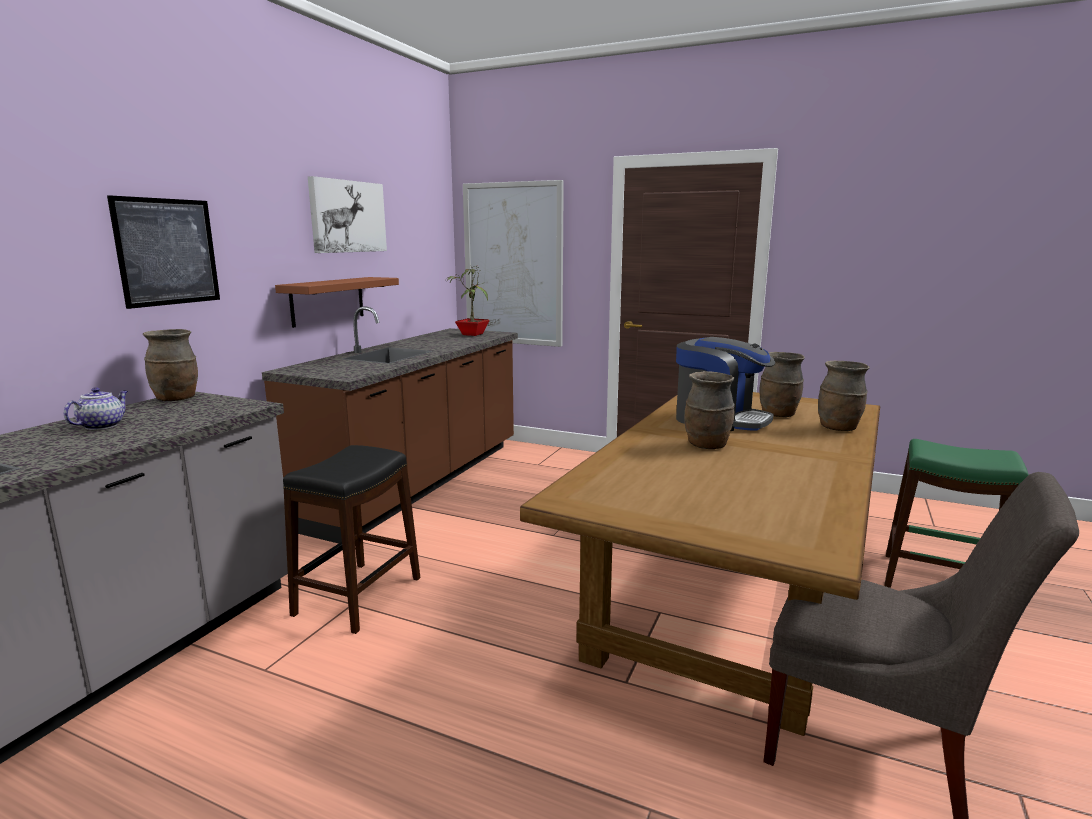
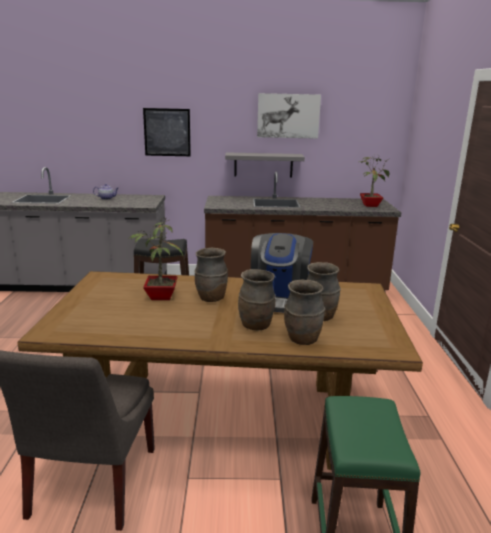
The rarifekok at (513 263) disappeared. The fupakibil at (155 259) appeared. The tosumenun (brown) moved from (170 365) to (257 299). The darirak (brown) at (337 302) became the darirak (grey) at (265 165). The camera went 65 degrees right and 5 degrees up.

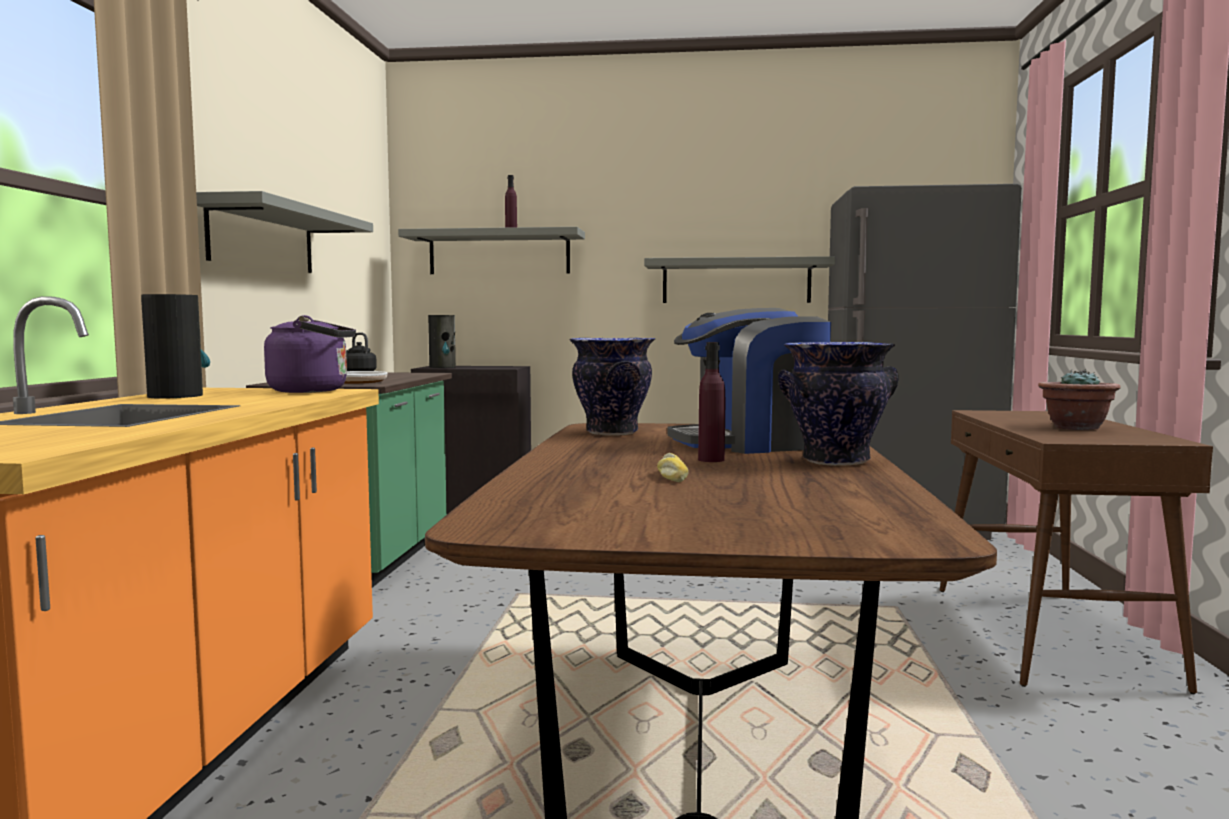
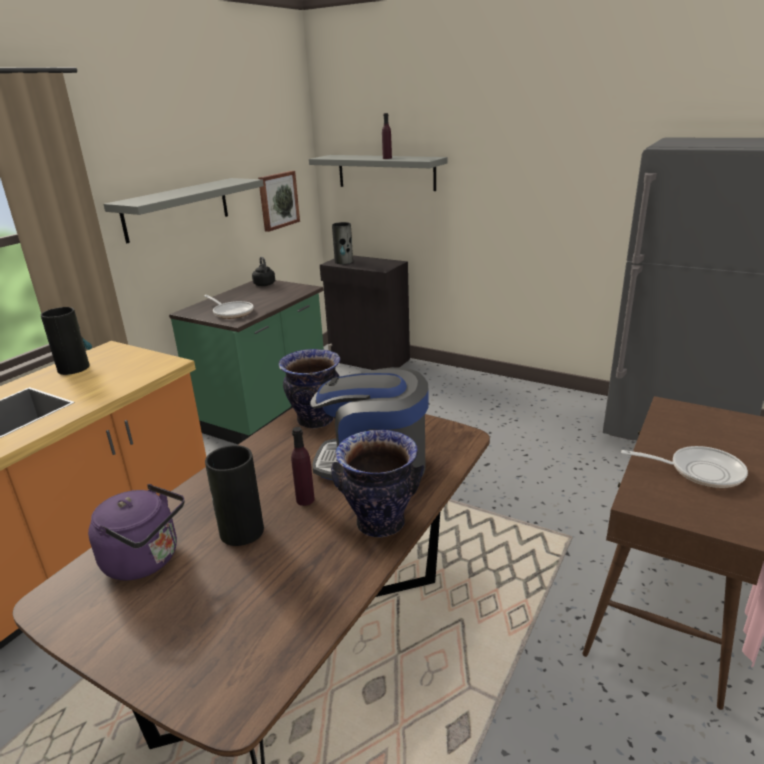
The darirak (grey) at (739 279) disappeared. The rarifekok at (279 201) appeared. The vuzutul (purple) moved from (310 354) to (136 532). The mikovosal at (673 467) was replaced by the tosumenun at (234 495). The fupakibil at (1079 399) was replaced by the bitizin at (684 467). The camera went 25 degrees right and 20 degrees up.

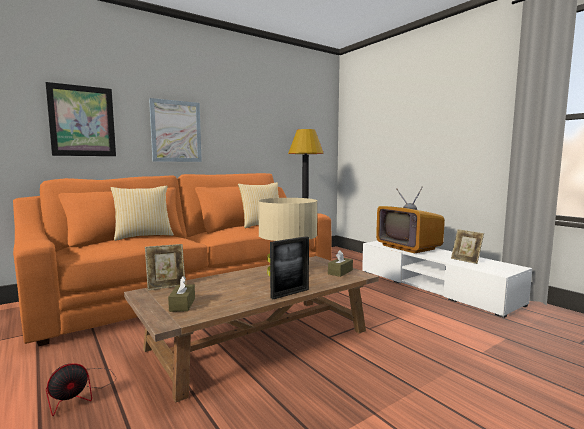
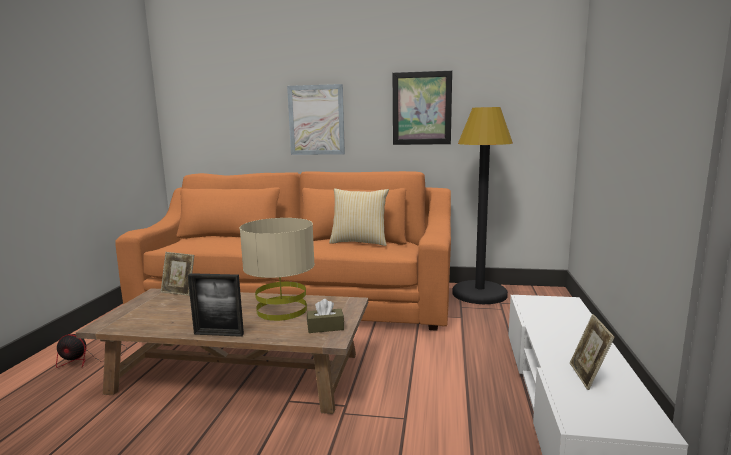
The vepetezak at (142 213) disappeared. The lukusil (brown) at (181 294) disappeared. The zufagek at (410 220) disappeared. The rarifekok moved from (80 119) to (422 108). The camera went 45 degrees right and 5 degrees up.

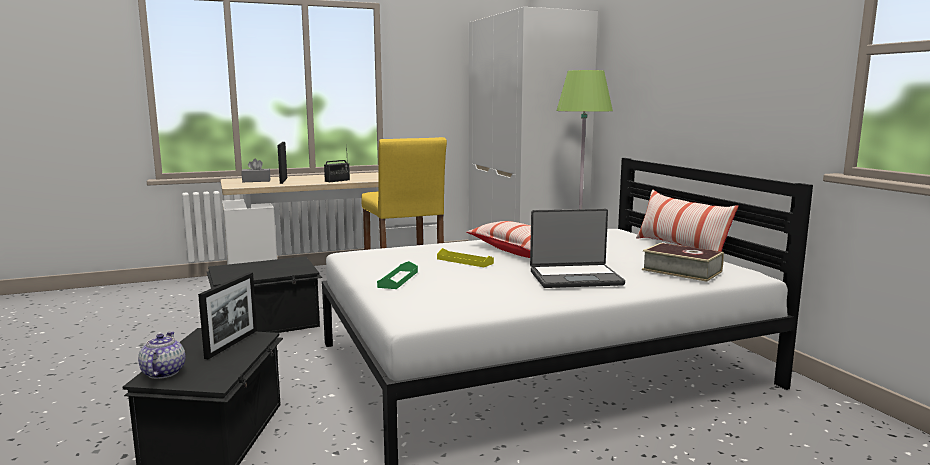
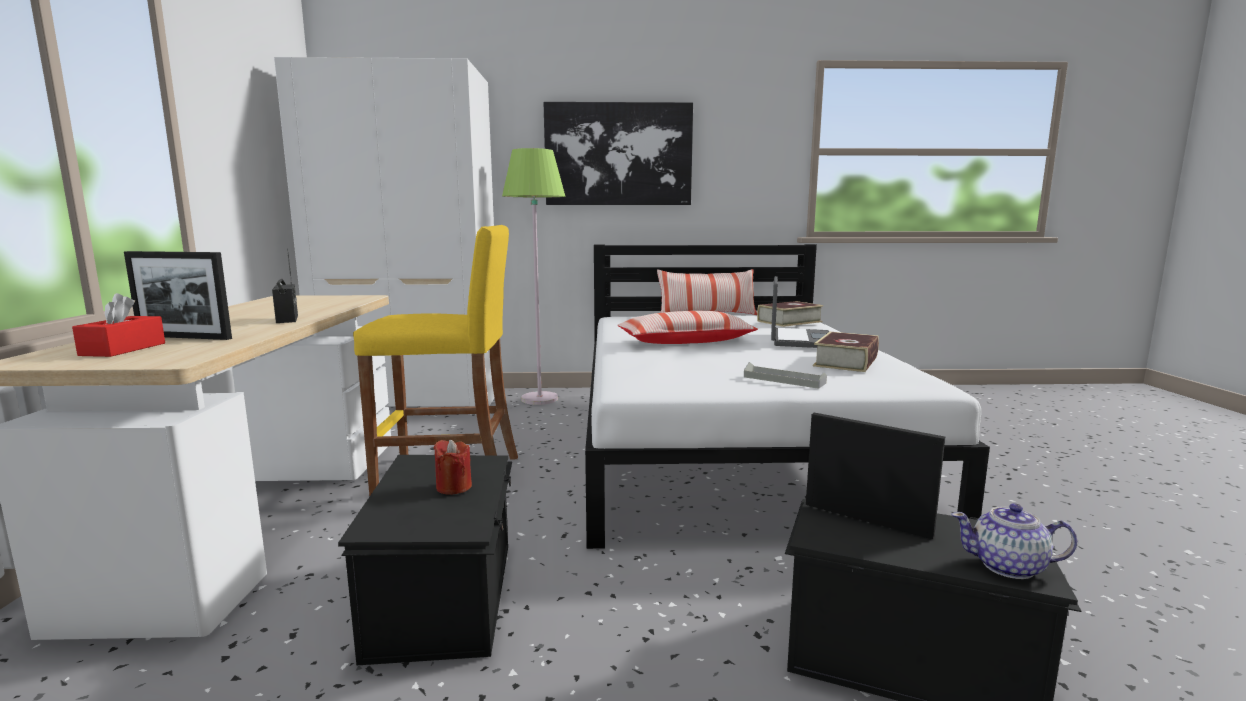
The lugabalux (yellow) at (465 257) disappeared. The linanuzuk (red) at (453 467) appeared. The rarifekok at (618 153) appeared. The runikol at (846 352) appeared. The lukusil (grey) at (256 170) became the lukusil (red) at (118 325). The lugabalux (green) at (397 275) became the lugabalux (grey) at (785 375). The camera went 70 degrees left and 0 degrees up.

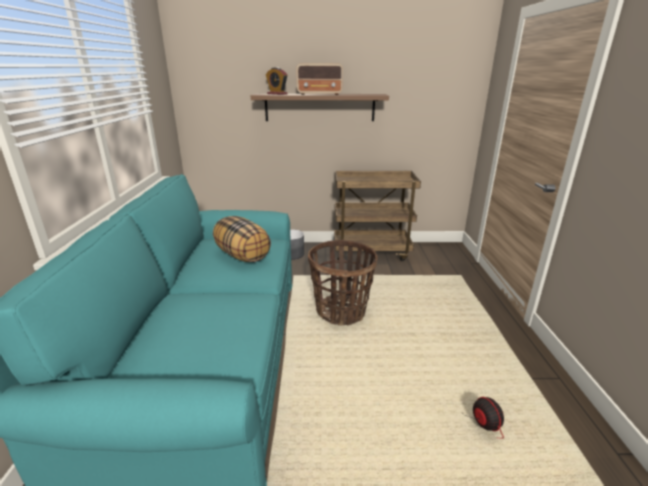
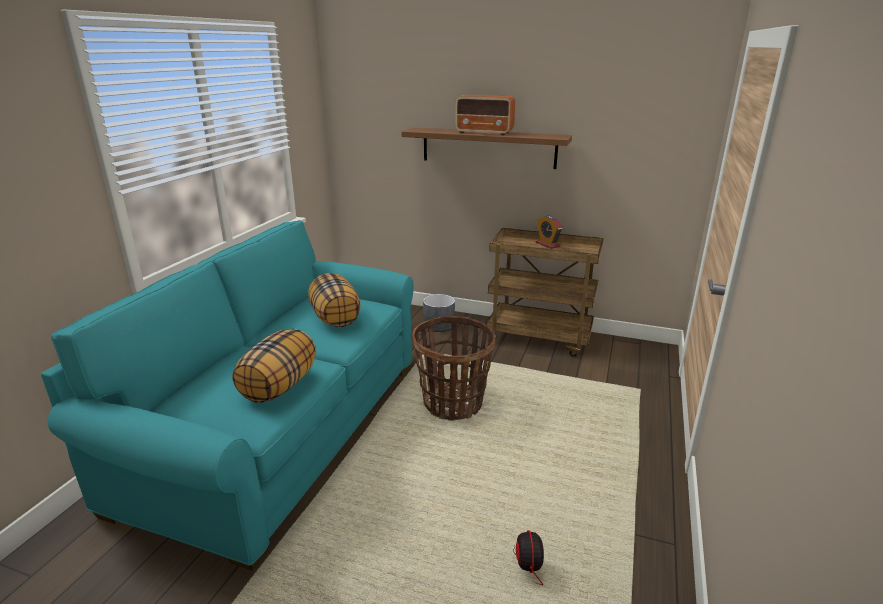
The vepetezak at (274 366) appeared. The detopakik moved from (277 81) to (549 232). The camera went 20 degrees right and 0 degrees up.

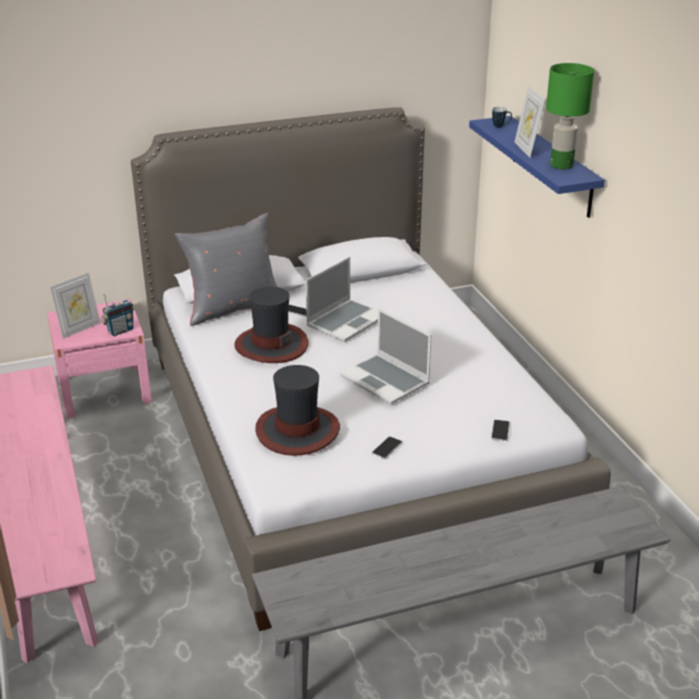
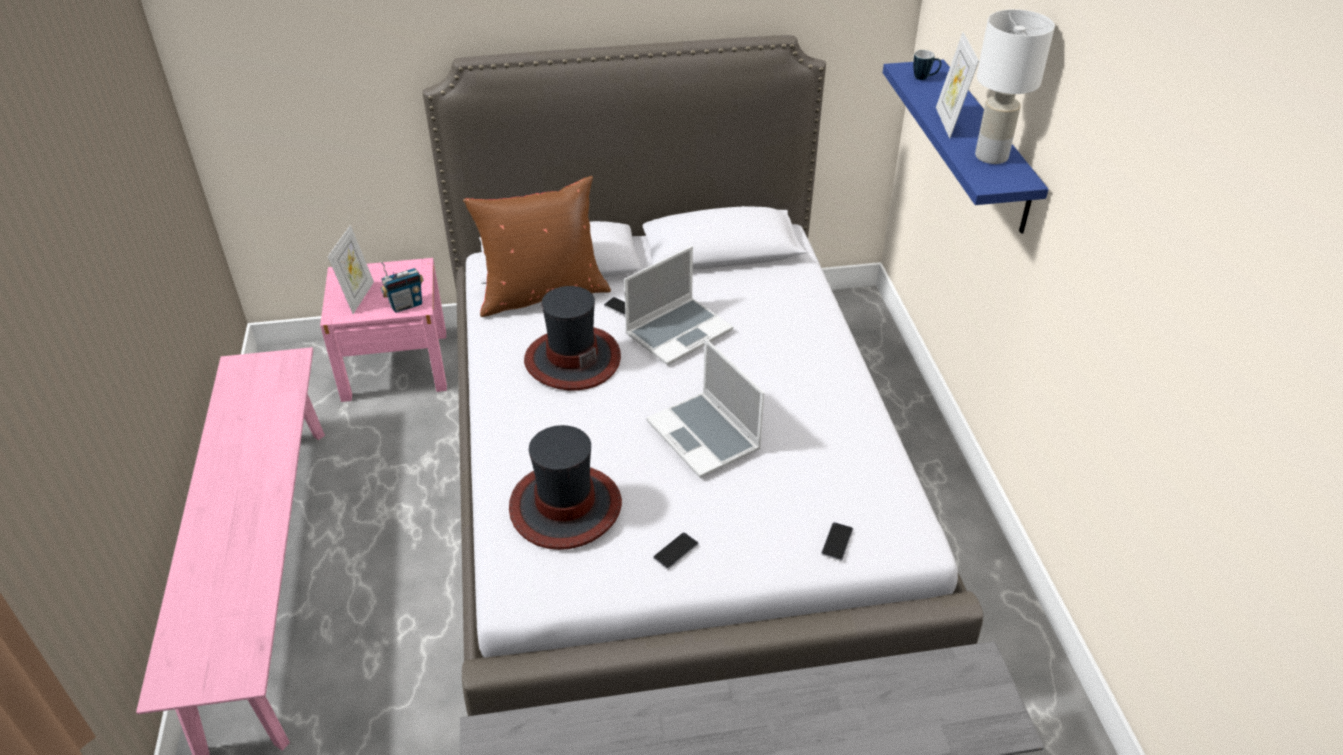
The vepetezak (grey) at (226 269) became the vepetezak (brown) at (537 246). The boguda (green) at (570 116) became the boguda (white) at (1015 86). The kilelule at (75 305) turned 45 degrees counterclockwise. The camera went 10 degrees right and 10 degrees up.

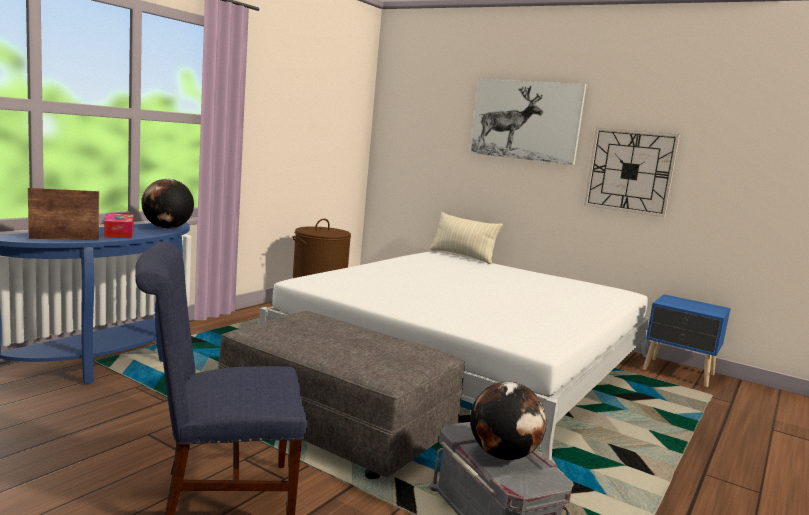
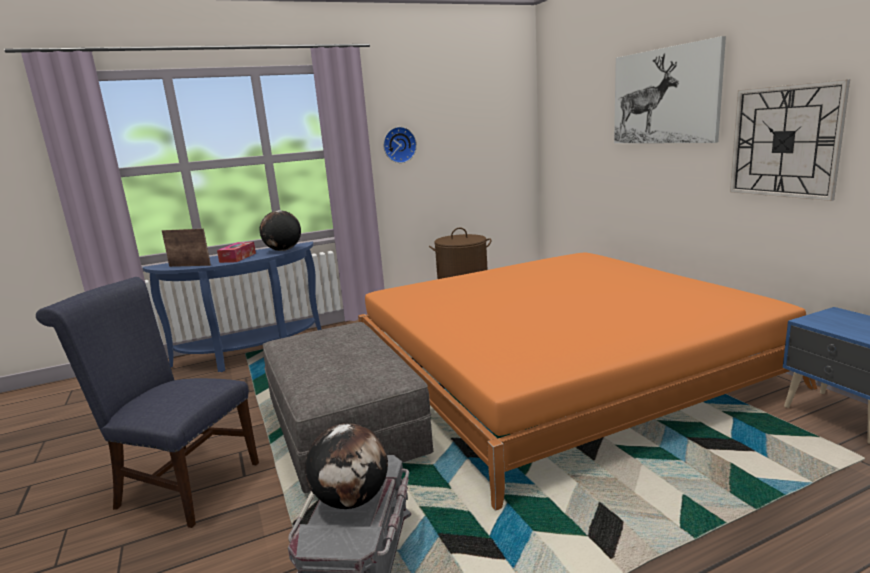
The vepetezak (beige) at (466 238) disappeared. The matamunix at (400 145) appeared. The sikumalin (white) at (454 356) became the sikumalin (orange) at (587 381). The camera went 35 degrees right and 5 degrees up.

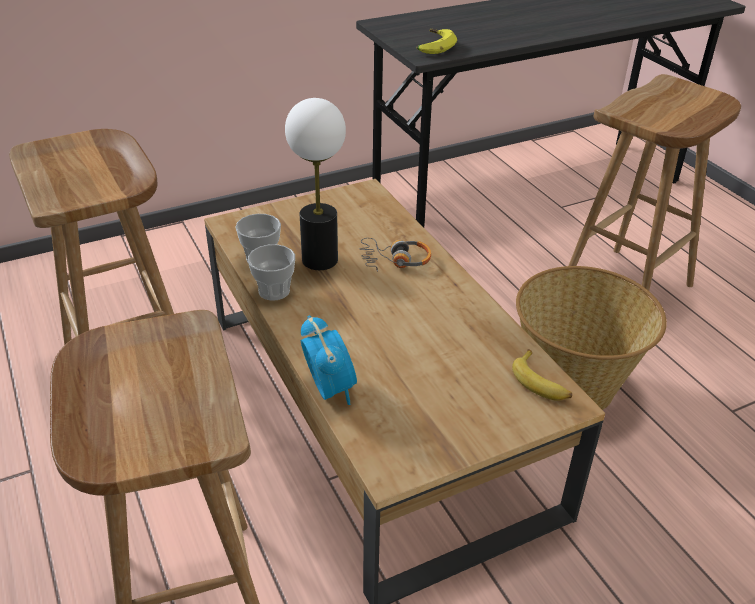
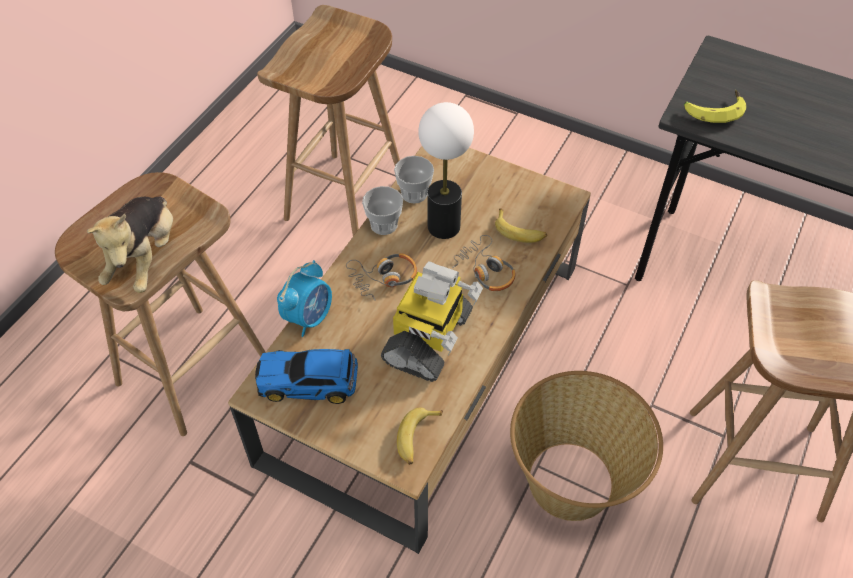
The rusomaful at (130 244) appeared. The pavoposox at (306 376) appeared. The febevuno at (381 276) appeared. The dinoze at (432 321) appeared. The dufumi at (521 226) appeared. The camera went 55 degrees right and 15 degrees up.

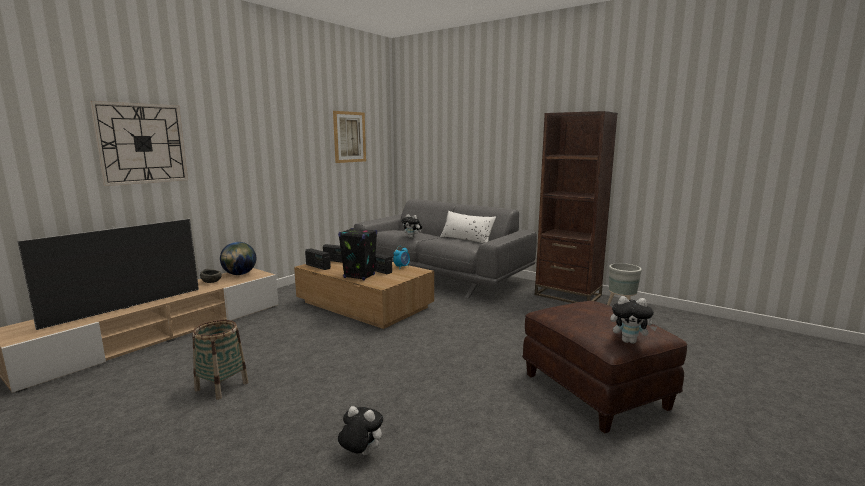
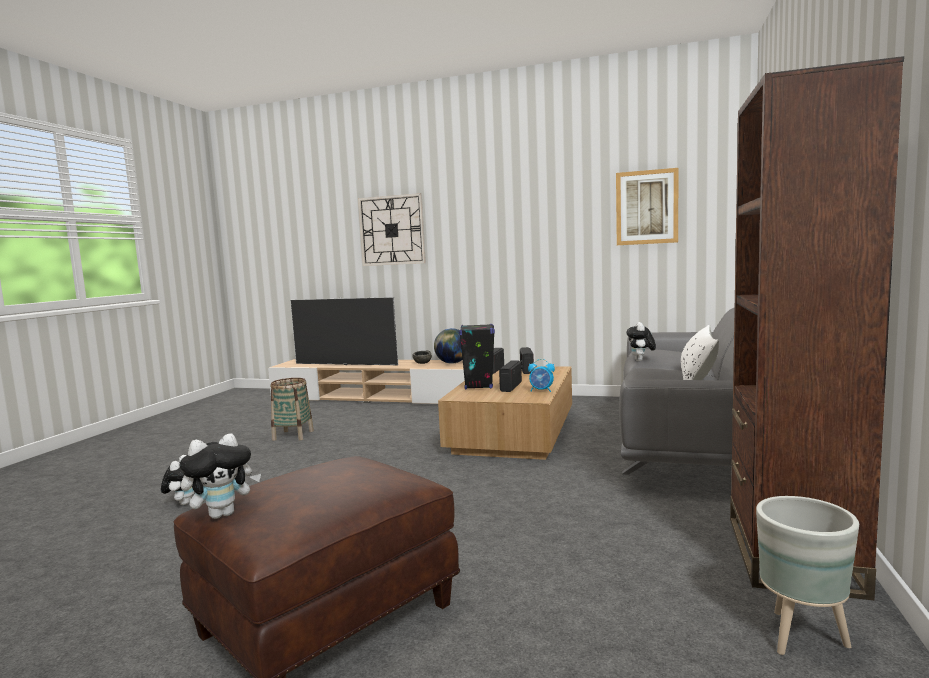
The rusomaful at (633 320) turned 120 degrees counterclockwise. The camera went 70 degrees right and 5 degrees down.

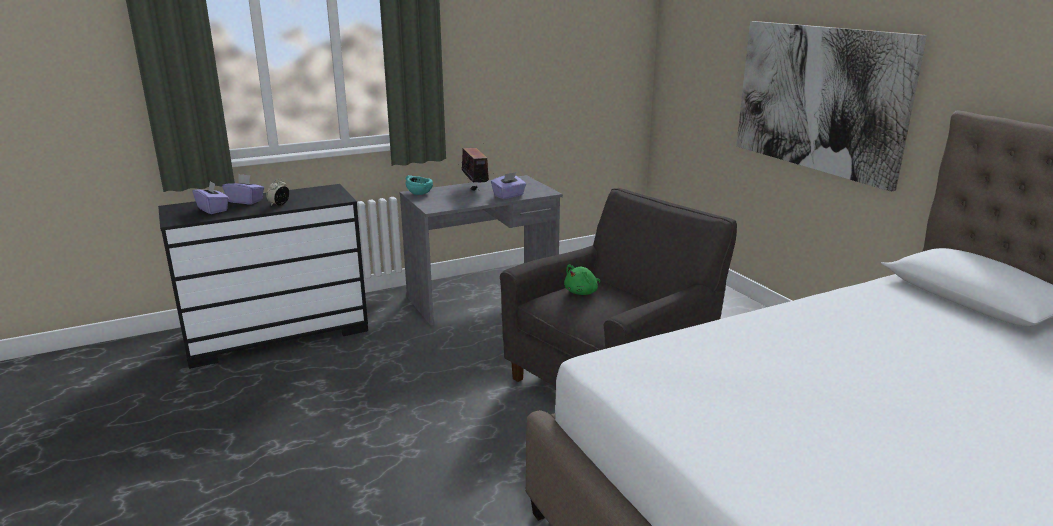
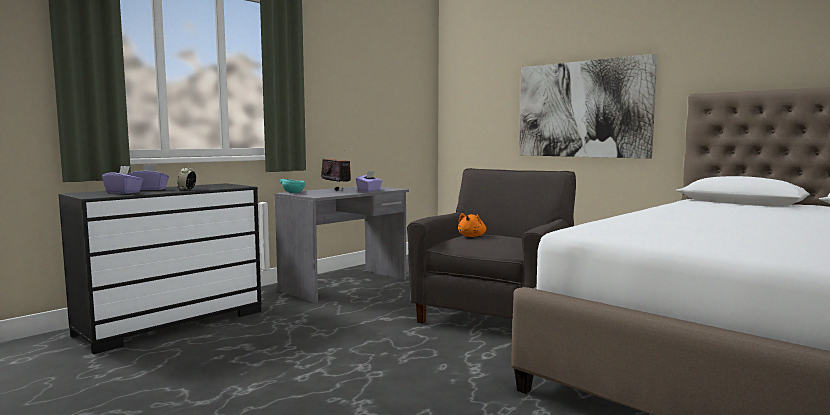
The rusomaful (green) at (582 280) became the rusomaful (orange) at (472 225). The camera went 20 degrees left and 15 degrees down.

